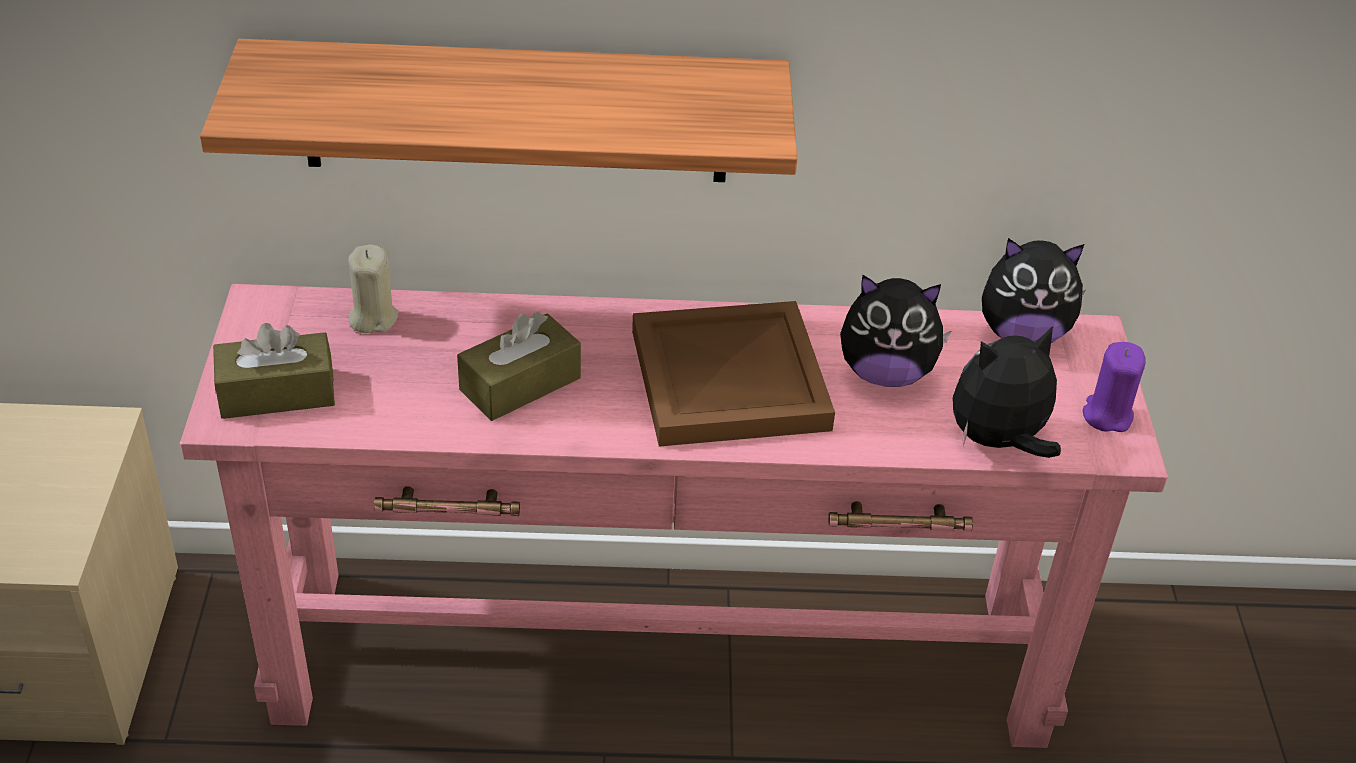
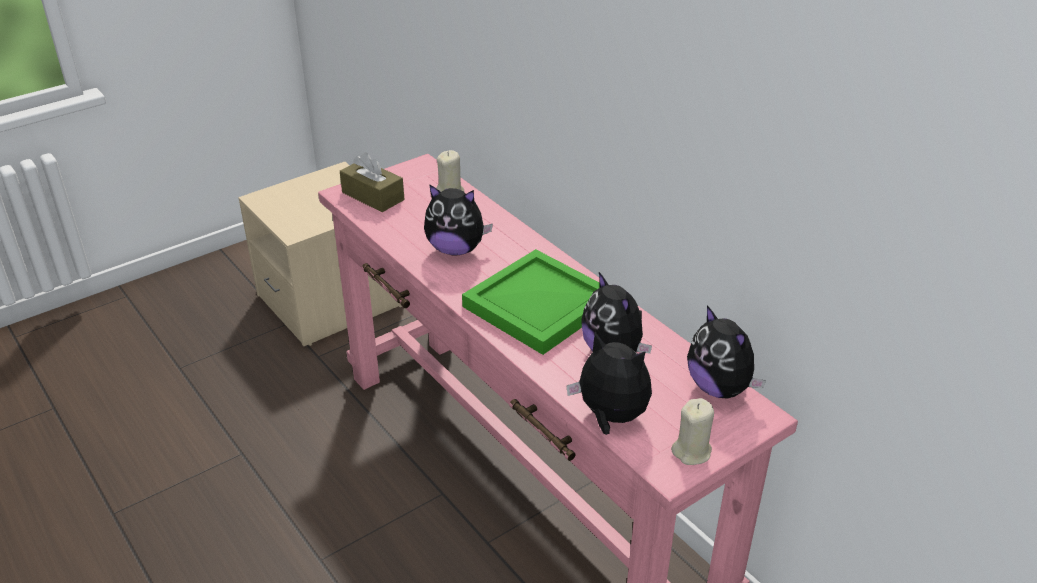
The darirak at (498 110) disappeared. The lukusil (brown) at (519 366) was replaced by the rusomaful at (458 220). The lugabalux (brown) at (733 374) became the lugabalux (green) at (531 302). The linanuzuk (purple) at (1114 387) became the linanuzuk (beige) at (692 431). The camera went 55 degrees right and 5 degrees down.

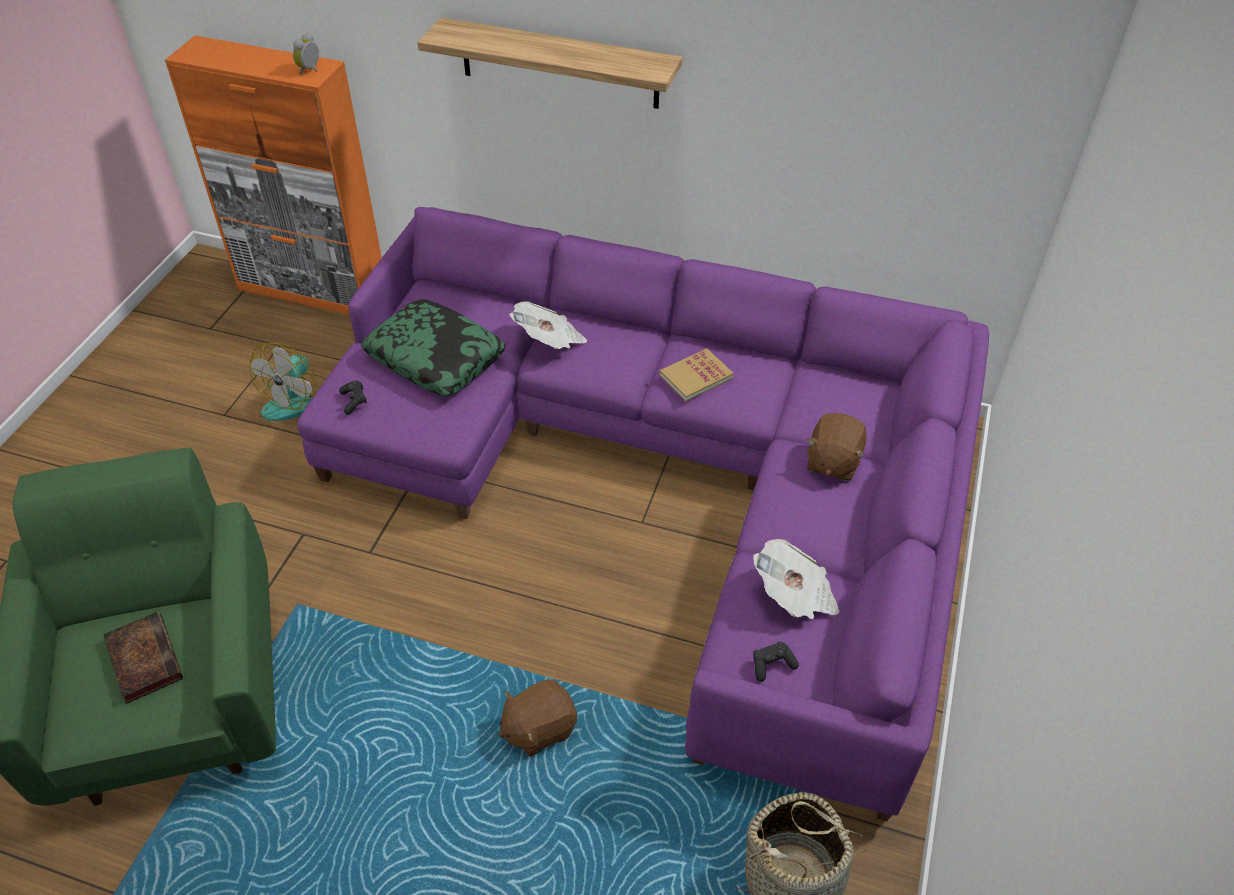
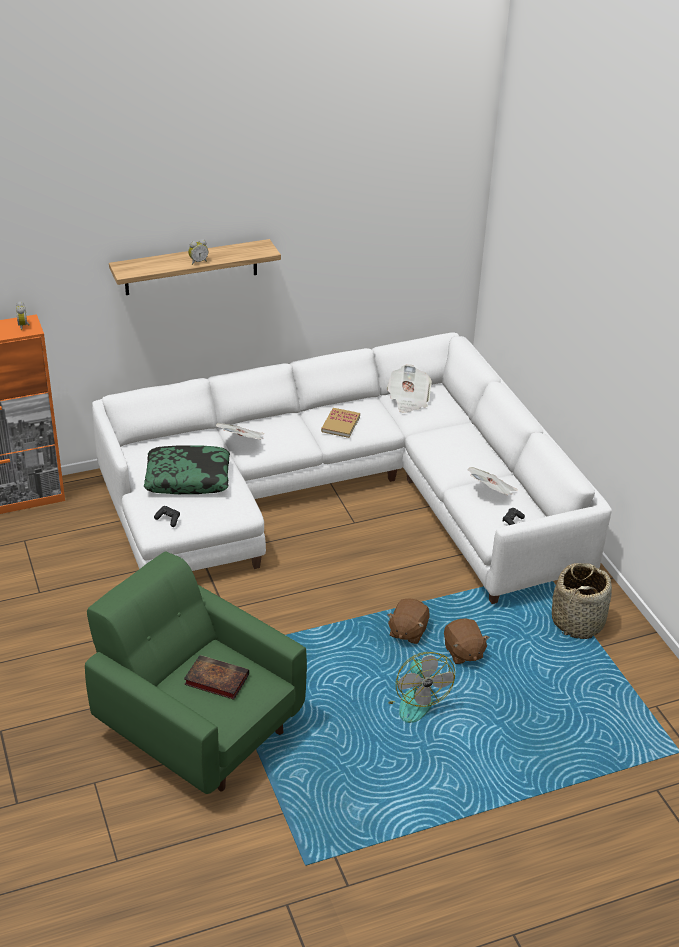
The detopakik at (198 252) appeared. The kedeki at (409 388) appeared. The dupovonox moved from (287 382) to (421 687). The rusomaful (brown) moved from (836 447) to (467 641). The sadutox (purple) at (643 514) became the sadutox (white) at (352 468). The camera went 40 degrees left and 10 degrees down.

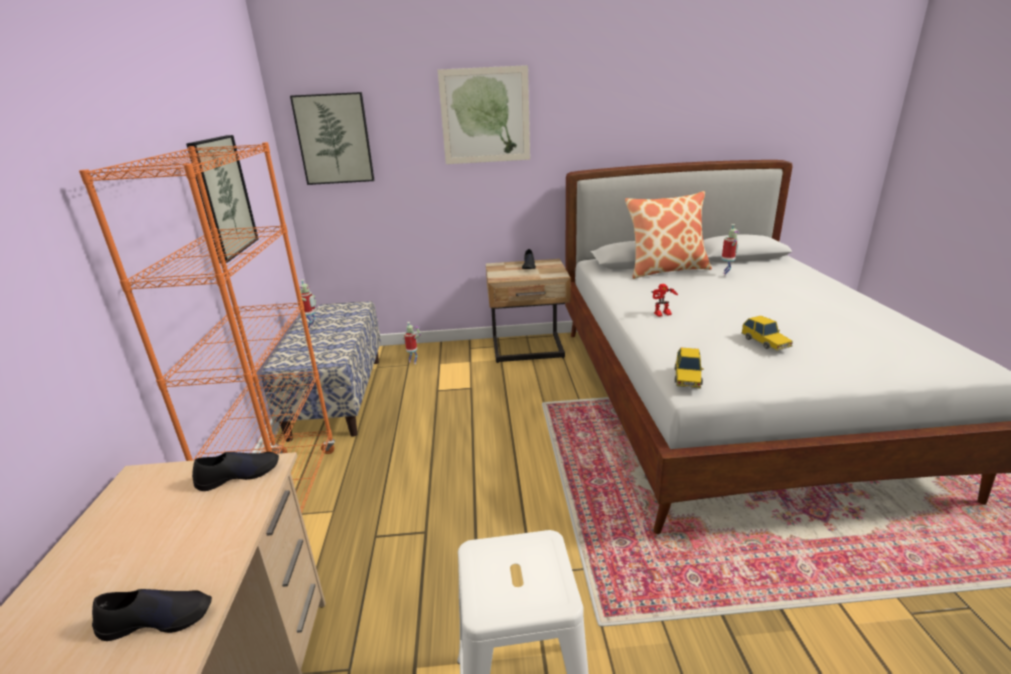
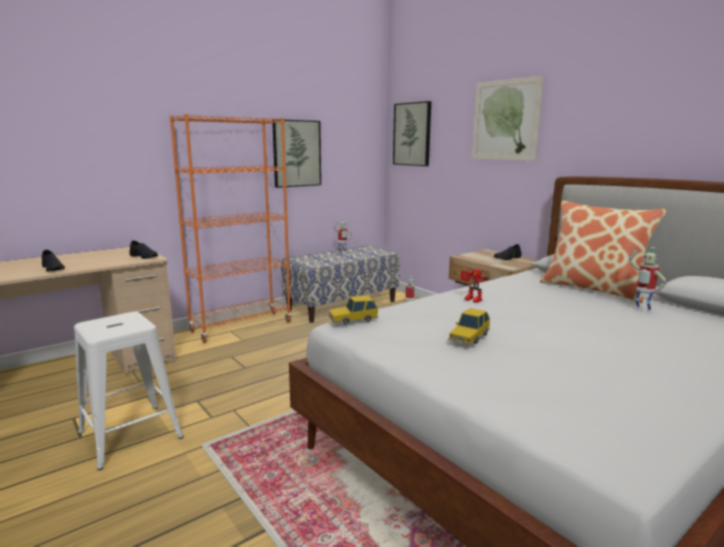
The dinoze at (731 250) turned 75 degrees clockwise. The camera went 55 degrees right and 10 degrees down.

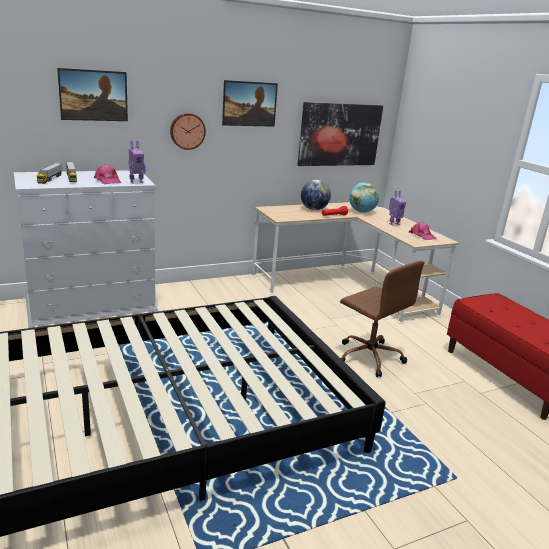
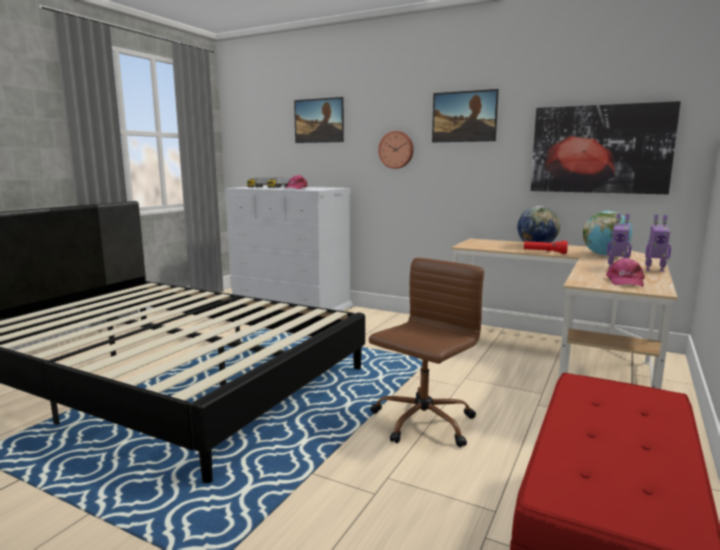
The dinoze moved from (137 162) to (658 243). The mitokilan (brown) at (382 319) turned 150 degrees counterclockwise. The camera went 55 degrees right and 10 degrees down.

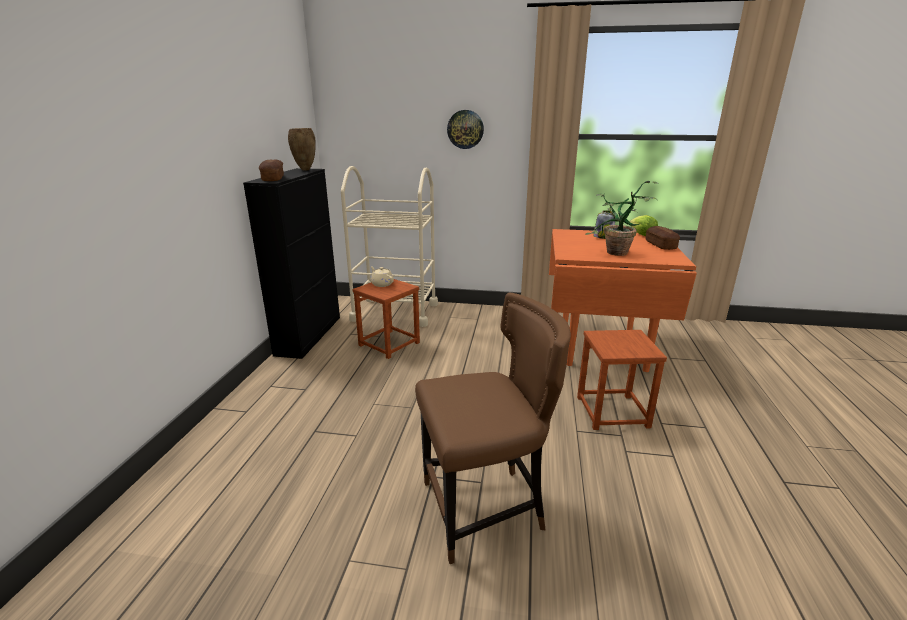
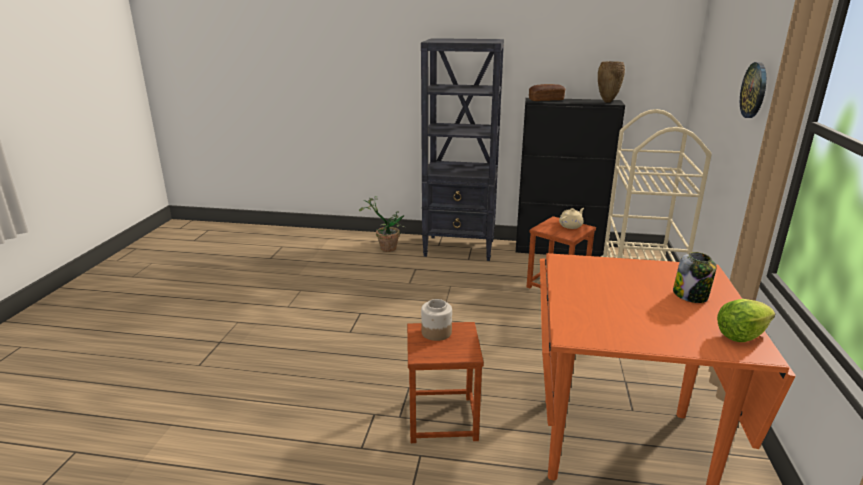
The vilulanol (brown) at (493 428) disappeared. The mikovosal at (663 238) disappeared. The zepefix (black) at (462 149) appeared. The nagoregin at (436 320) appeared. The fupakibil moved from (621 218) to (382 224). The camera went 90 degrees right and 0 degrees up.

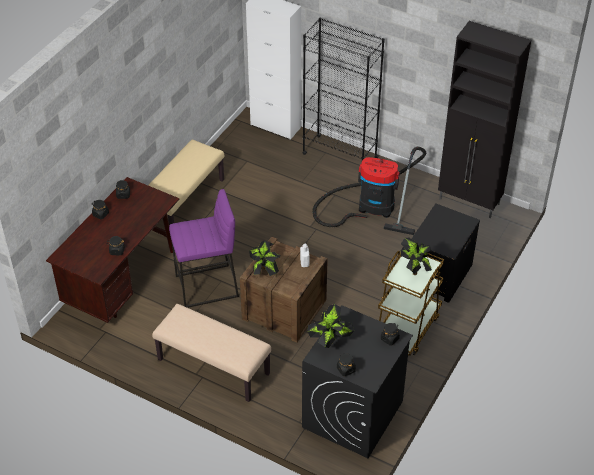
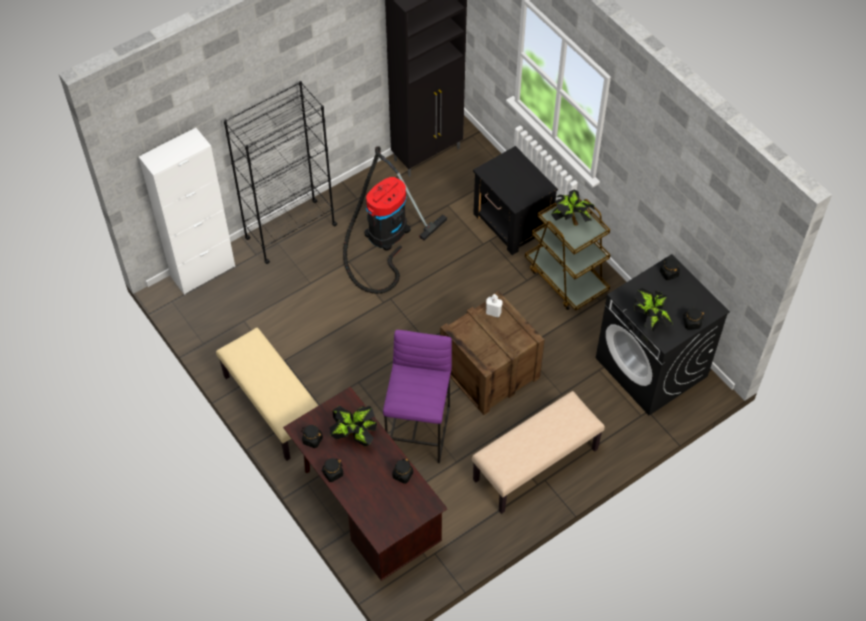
The fupakibil moved from (264 258) to (353 426). The camera went 65 degrees left and 10 degrees up.

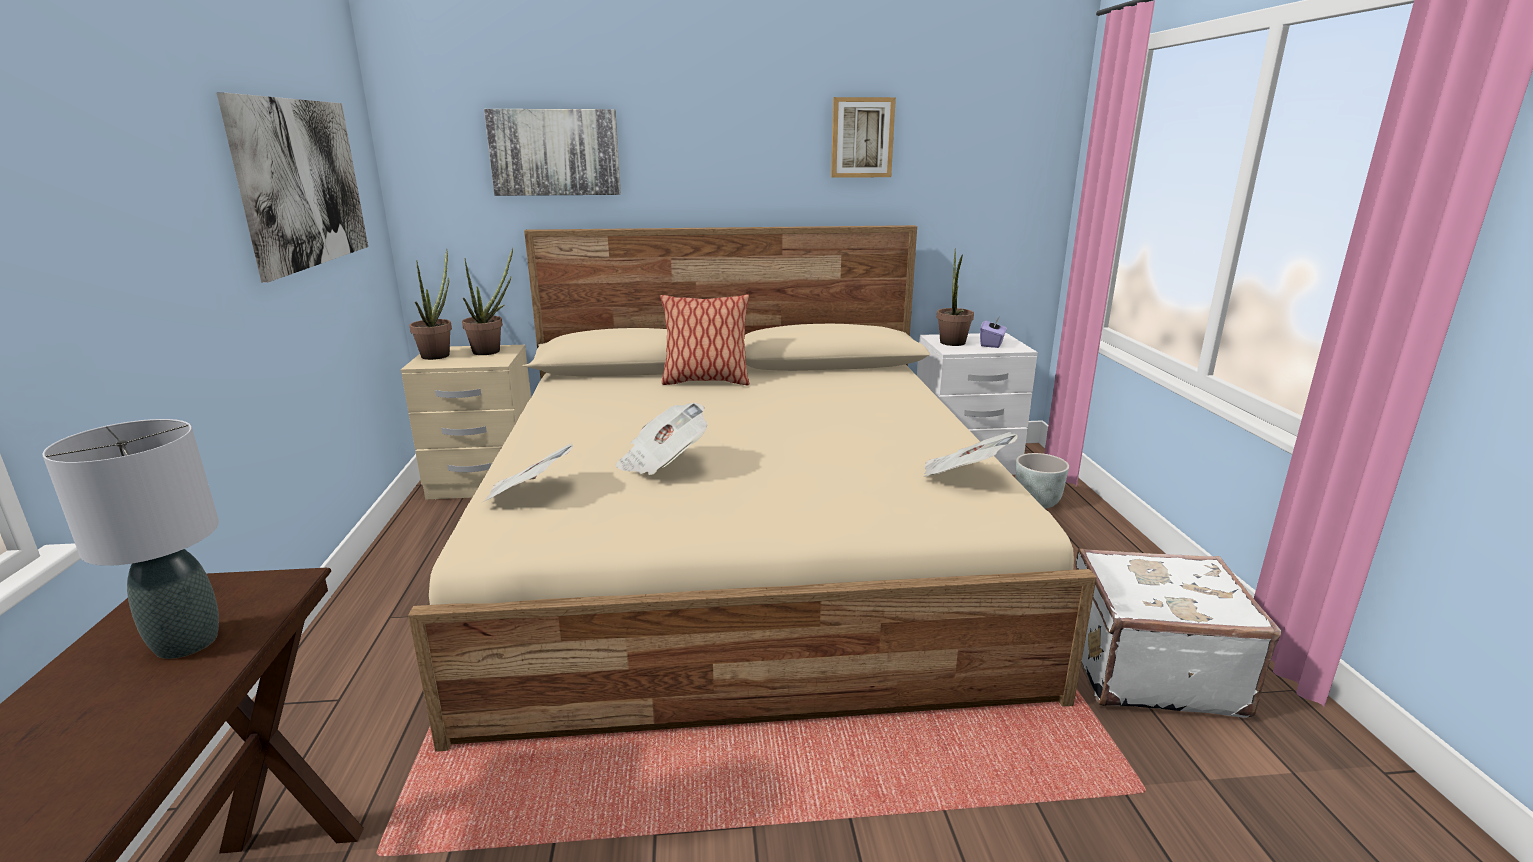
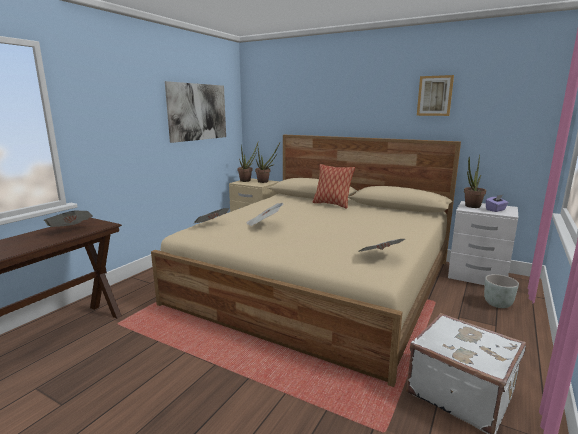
The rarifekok at (552 152) disappeared. The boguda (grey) at (130 539) was replaced by the kedeki at (68 218). The camera went 35 degrees right and 5 degrees down.

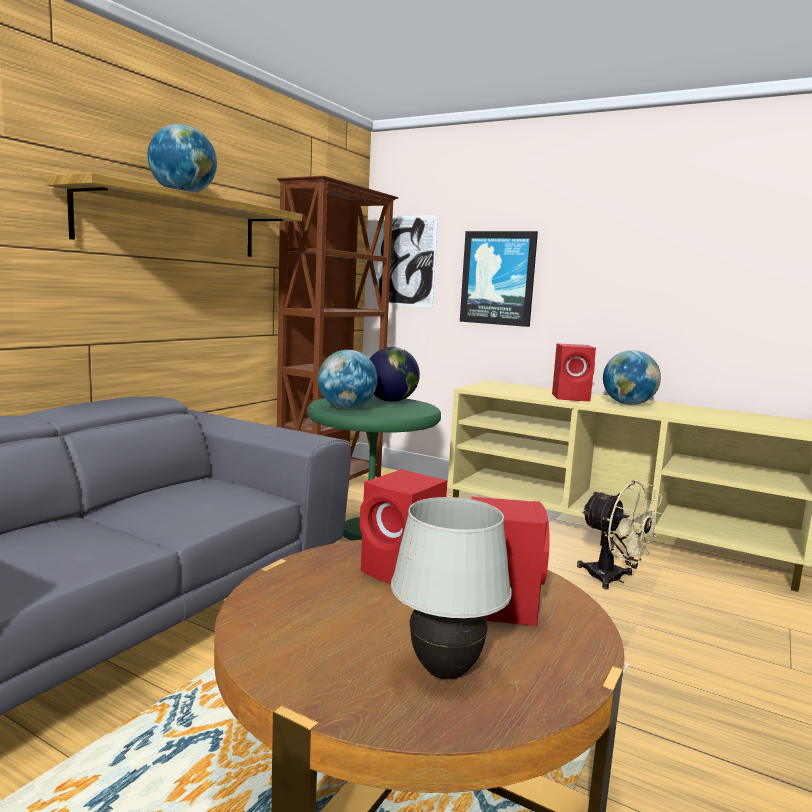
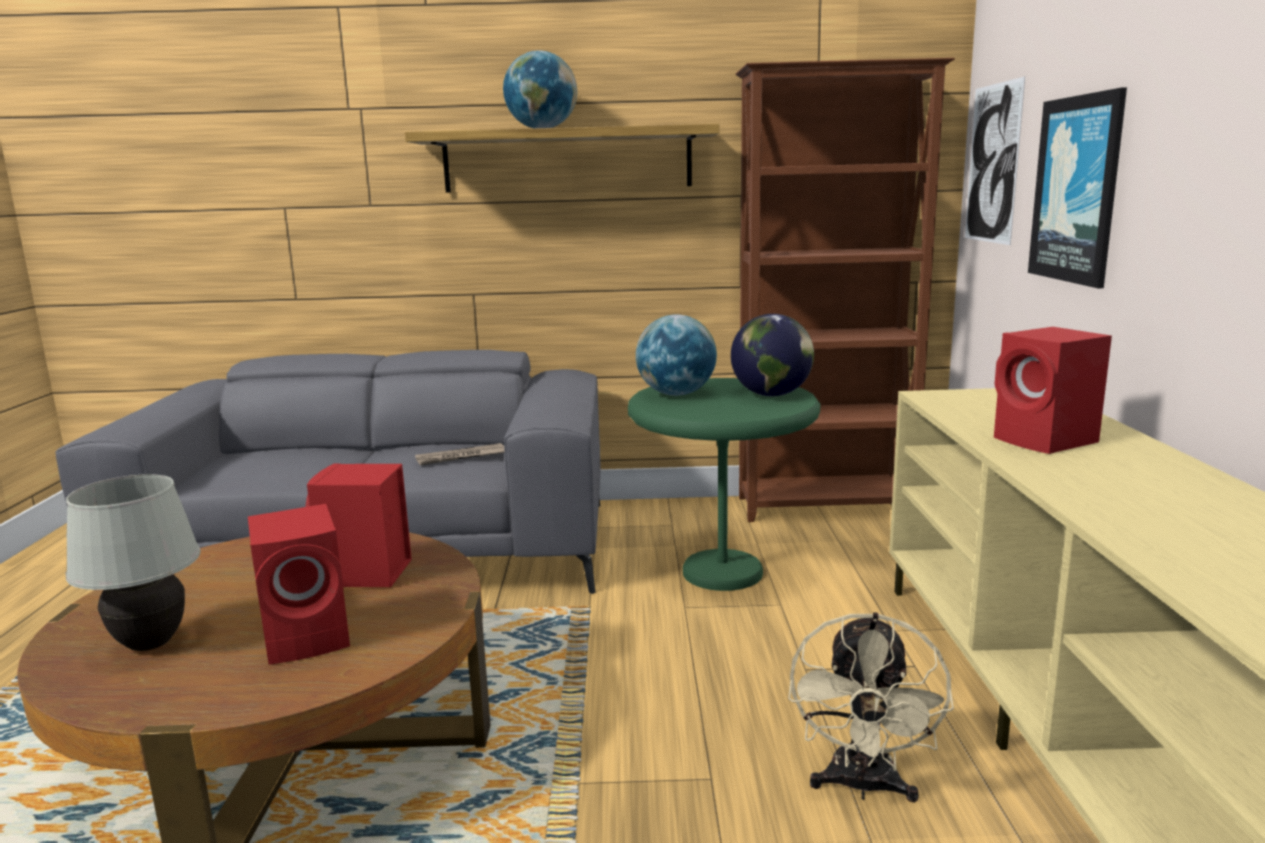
The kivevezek at (632 377) disappeared. The kedeki at (460 454) appeared. The camera went 60 degrees right and 5 degrees up.

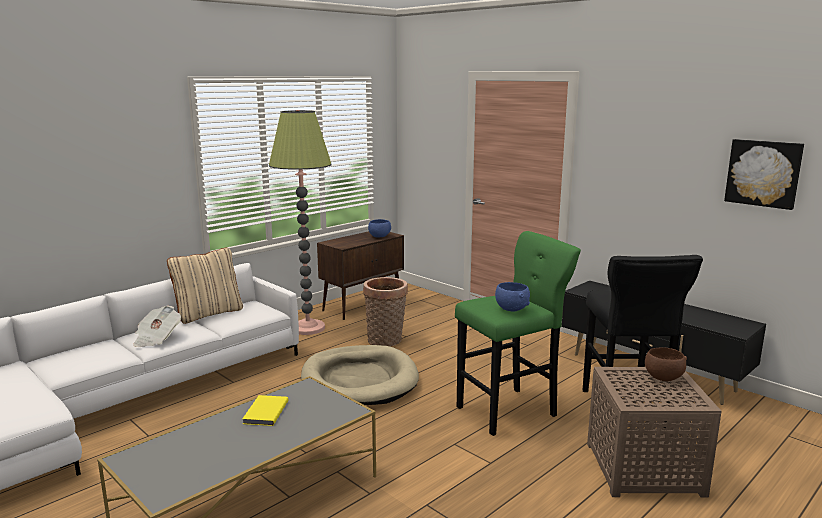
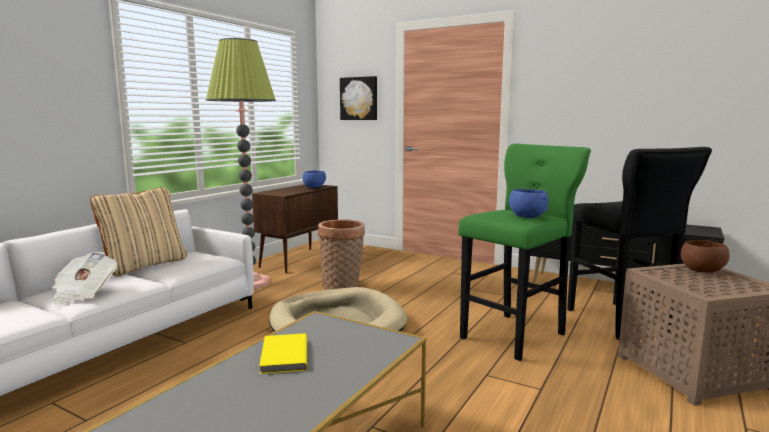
The rarifekok moved from (764 174) to (358 98). The camera went 15 degrees left and 5 degrees down.

